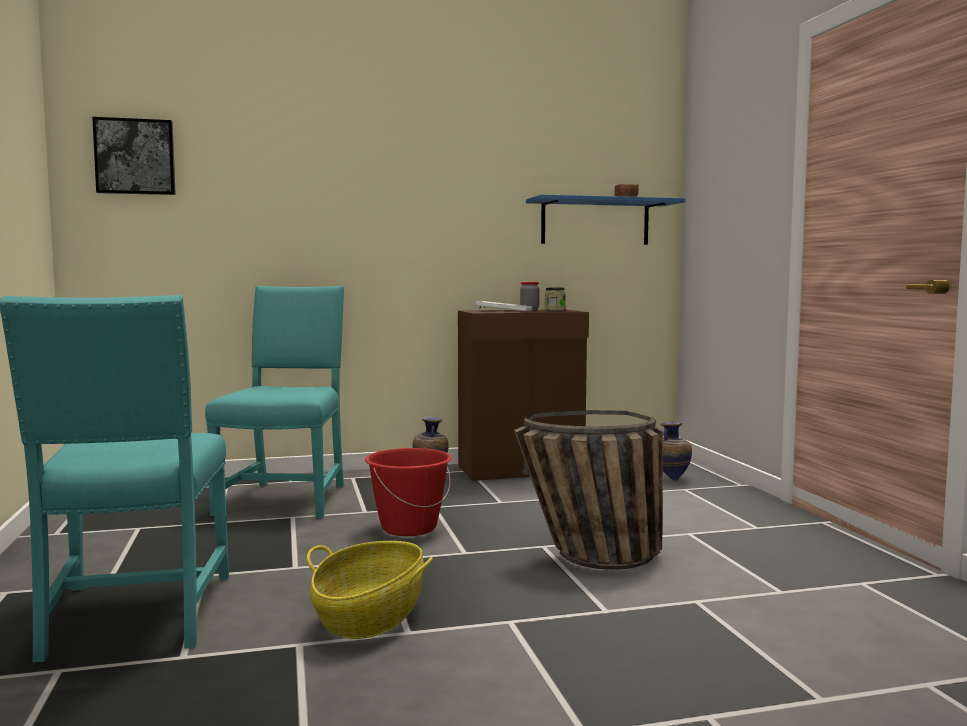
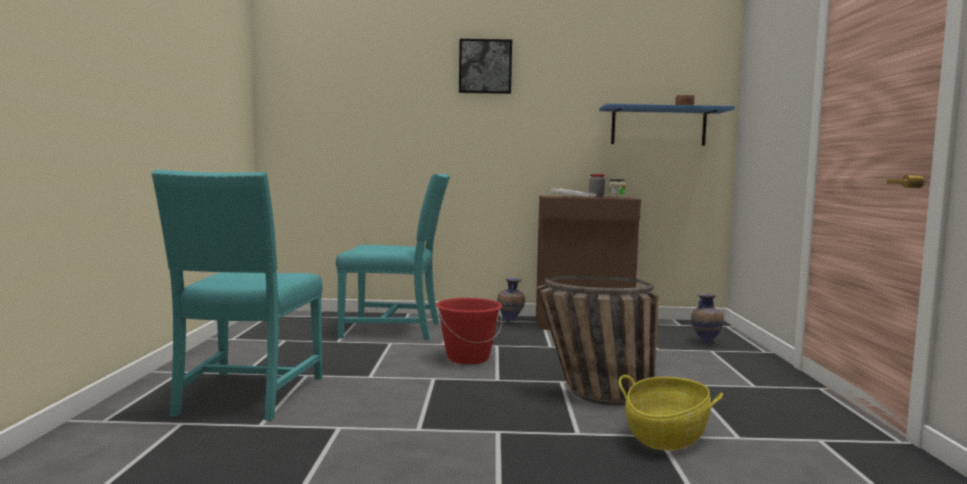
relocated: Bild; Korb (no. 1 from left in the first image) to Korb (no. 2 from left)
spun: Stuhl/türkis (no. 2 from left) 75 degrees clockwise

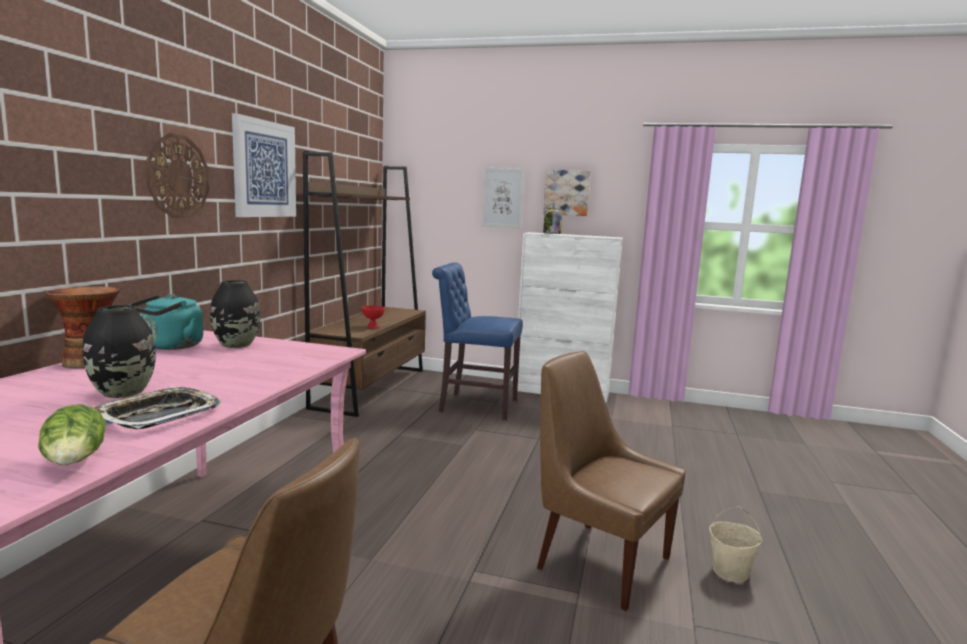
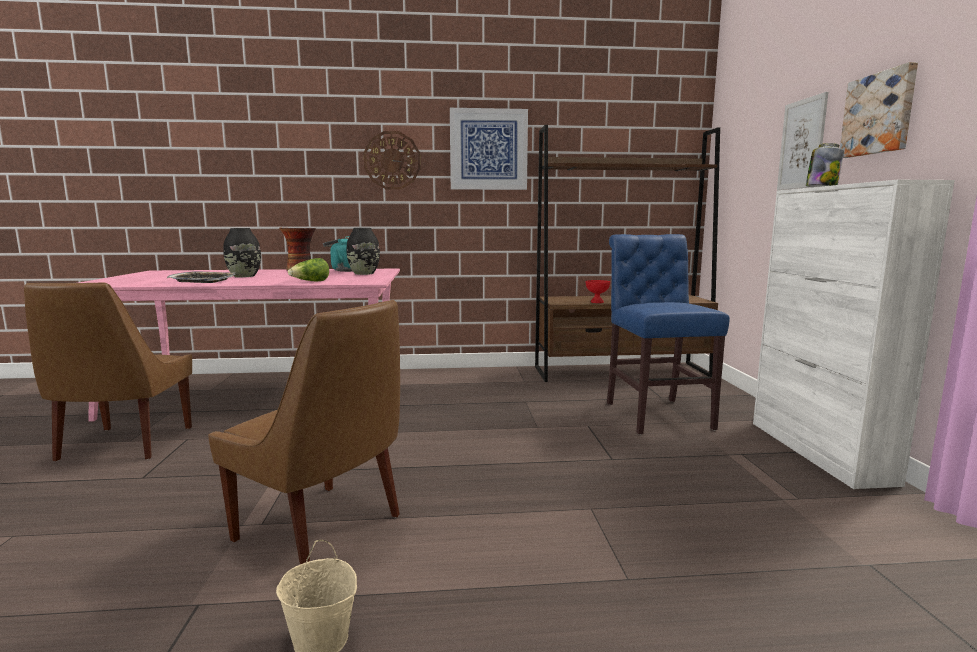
relocated: Salatkopf
spun: Stuhl/braun (no. 2 from left) 105 degrees clockwise

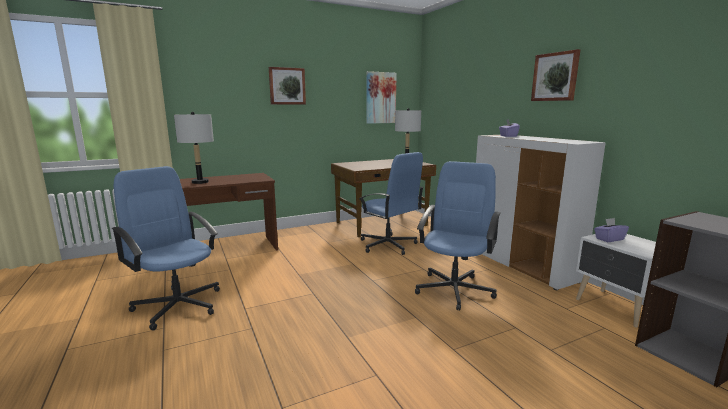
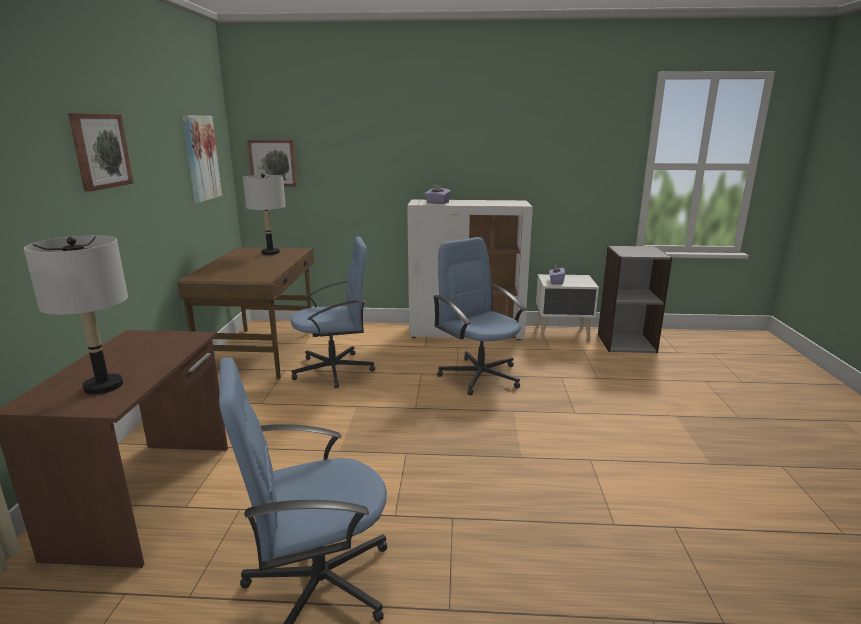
relocated: Bild (no. 3 from left)

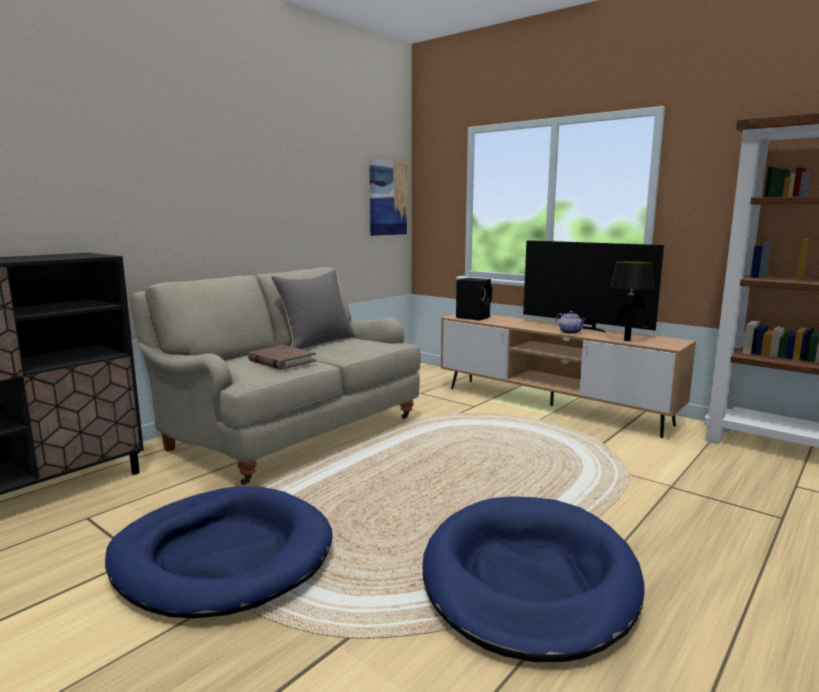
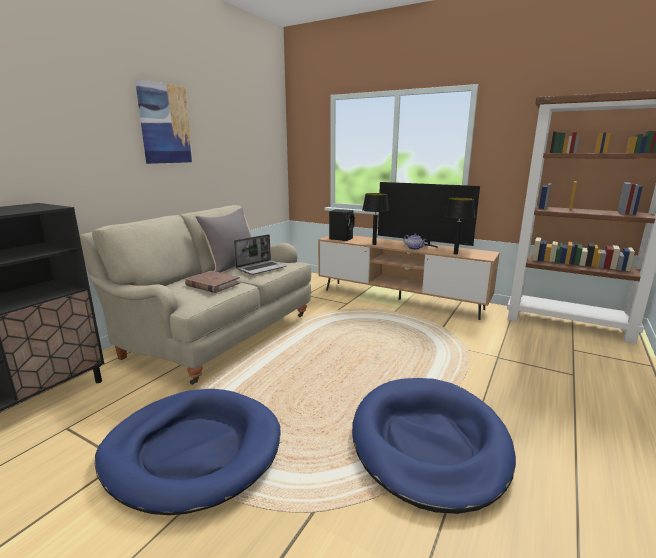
appeared: Tischlampe/schwarz (no. 1 from left); Laptop
relocated: Bild

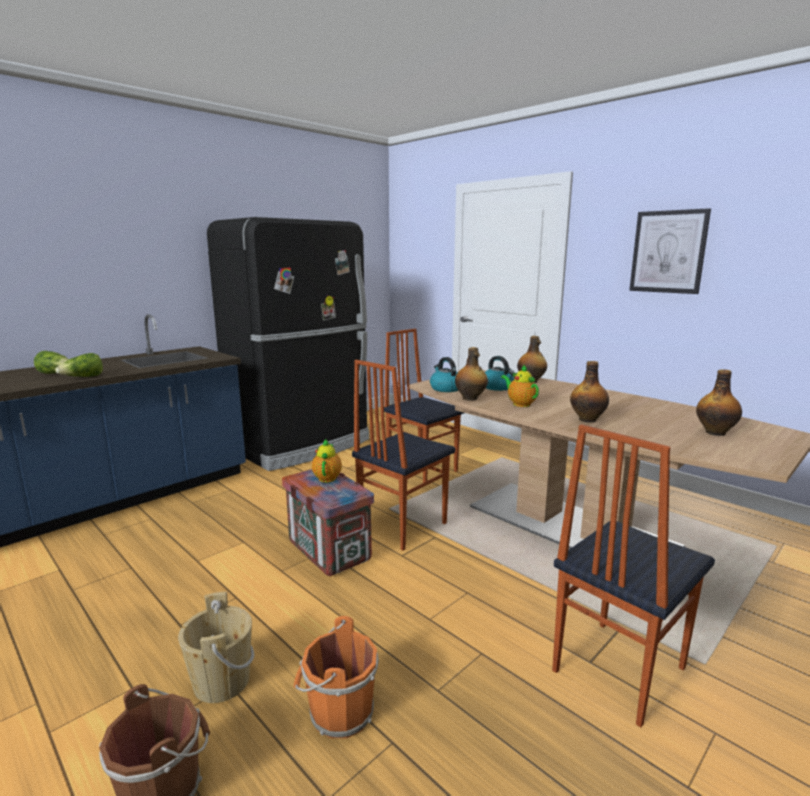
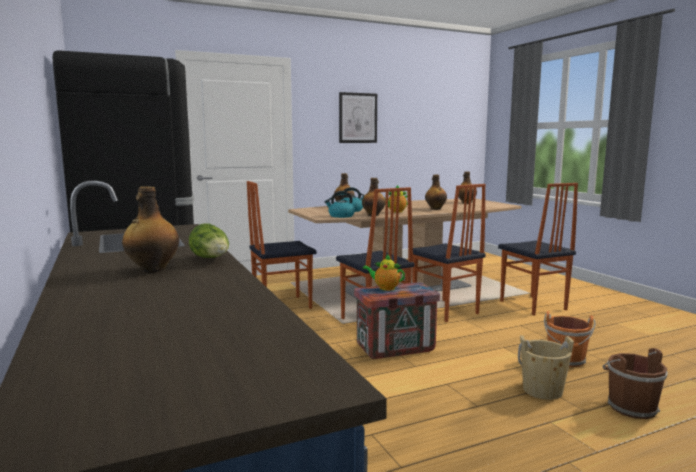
appeared: Stuhl (no. 3 from left)
exchanged: Salatkopf (no. 1 from left) to Flasche (no. 1 from left)

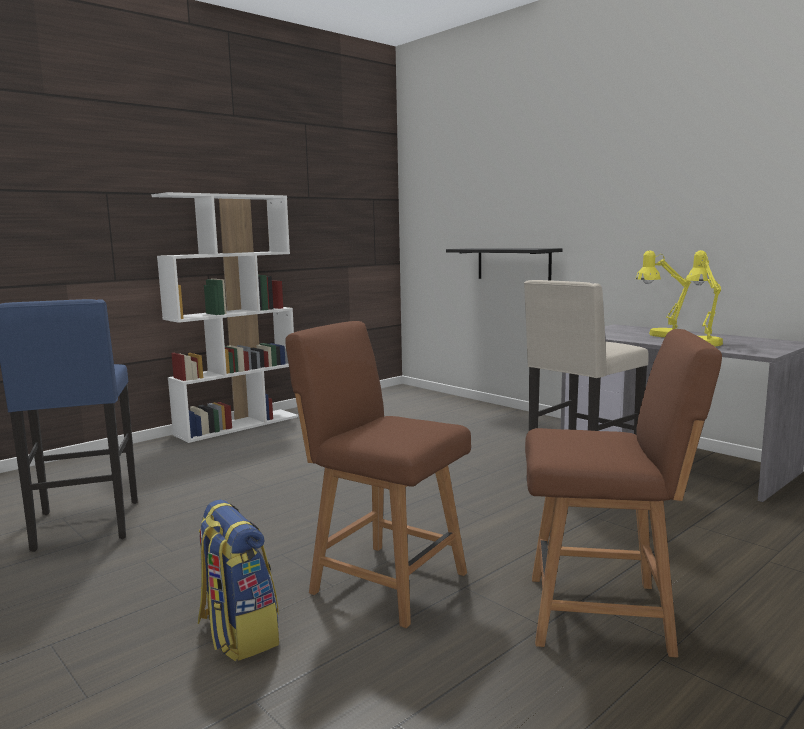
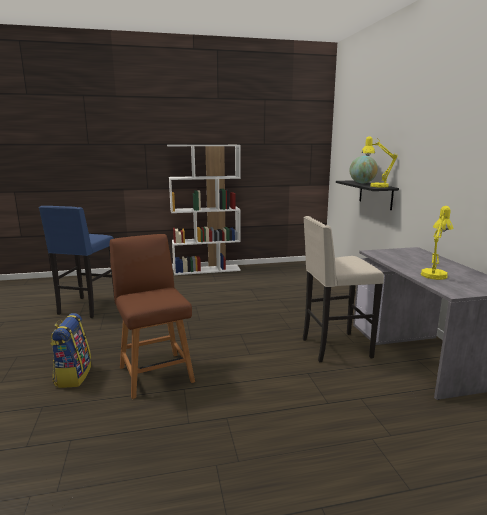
missing: Stuhl/braun (no. 2 from left)
appeared: Globus
relocated: Tischlampe/gelb (no. 1 from left)

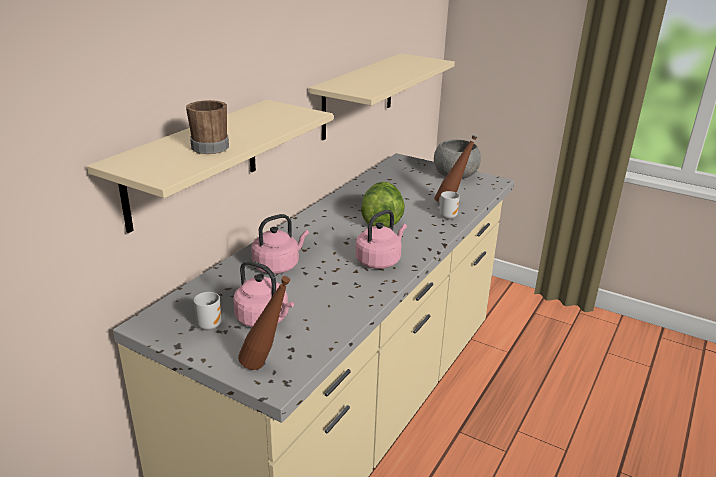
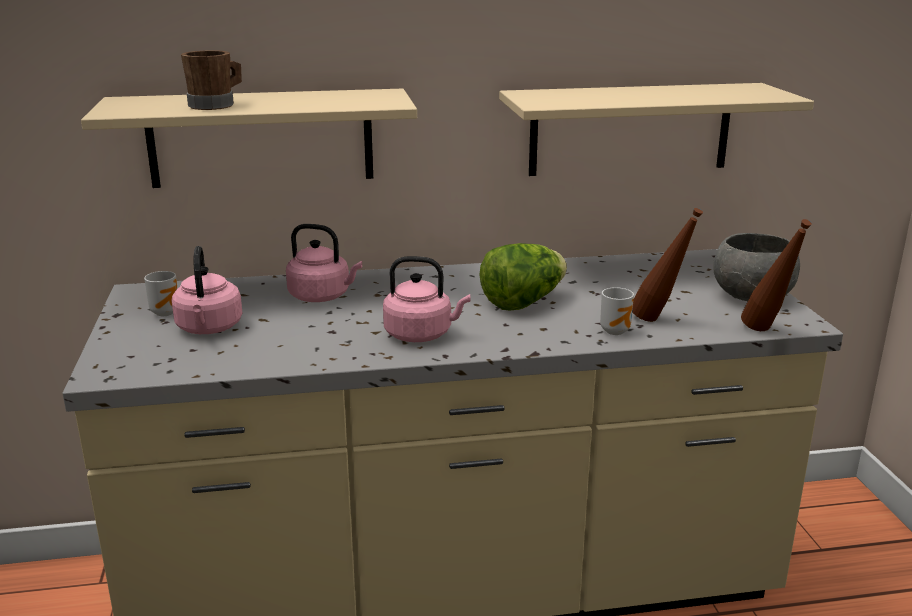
relocated: Flasche/braun (no. 1 from left in the first image) to Flasche/braun (no. 2 from left)

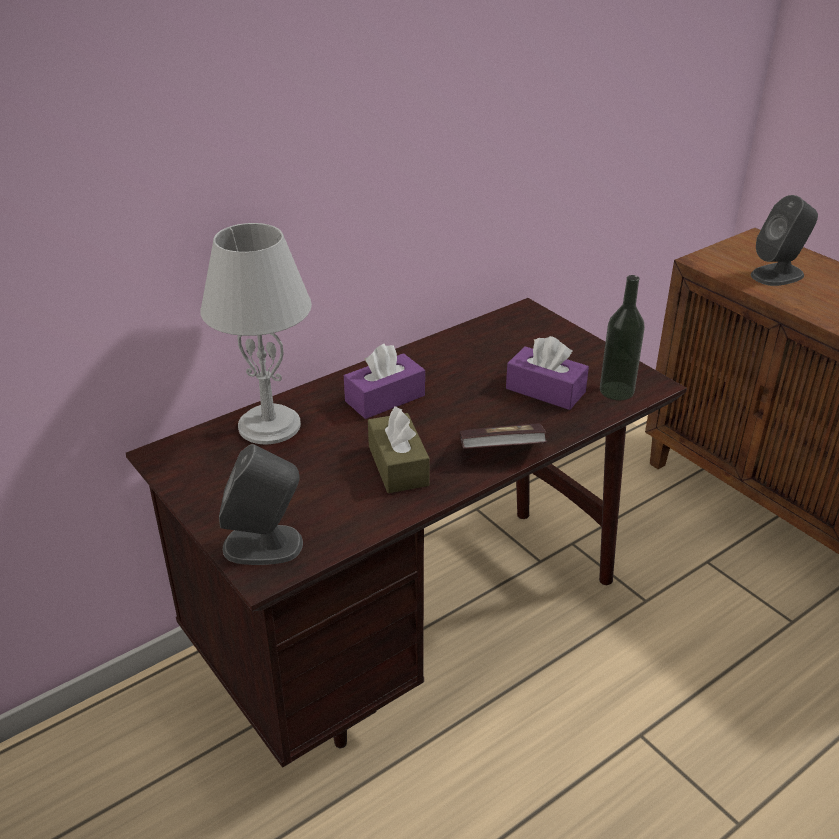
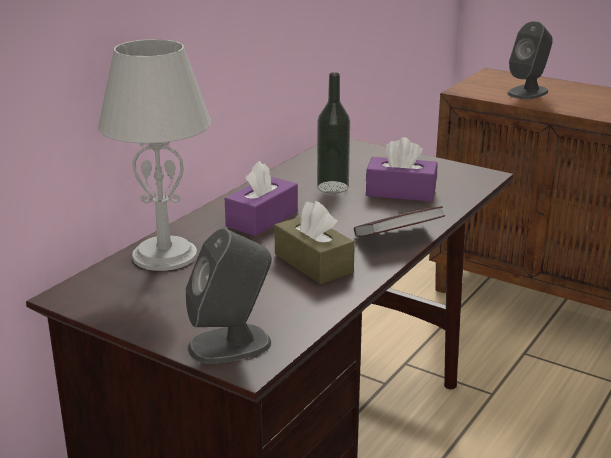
relocated: Flasche

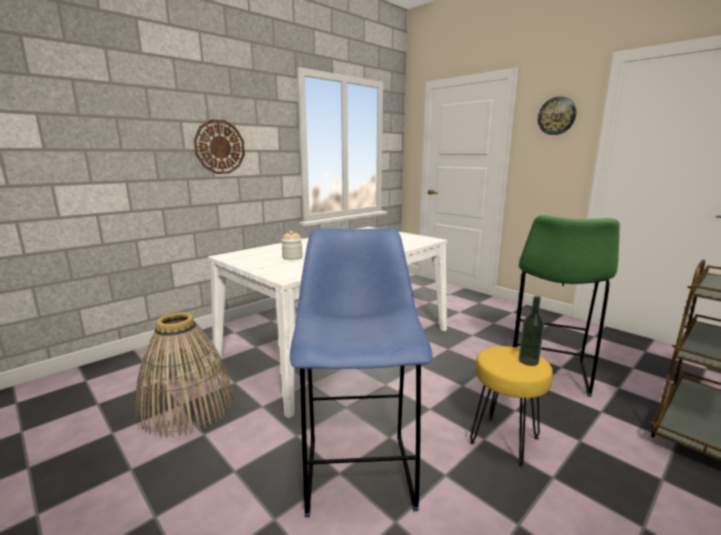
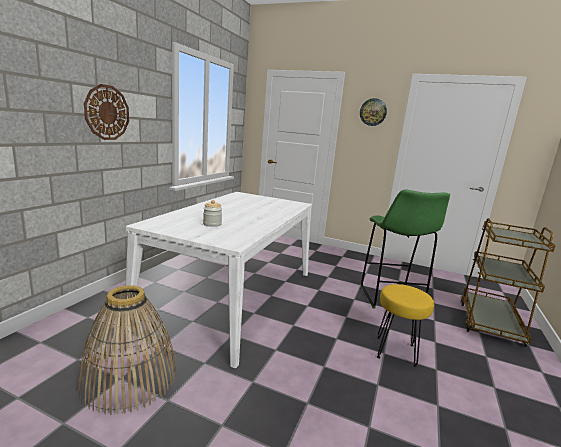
missing: Hocker/blau; Flasche

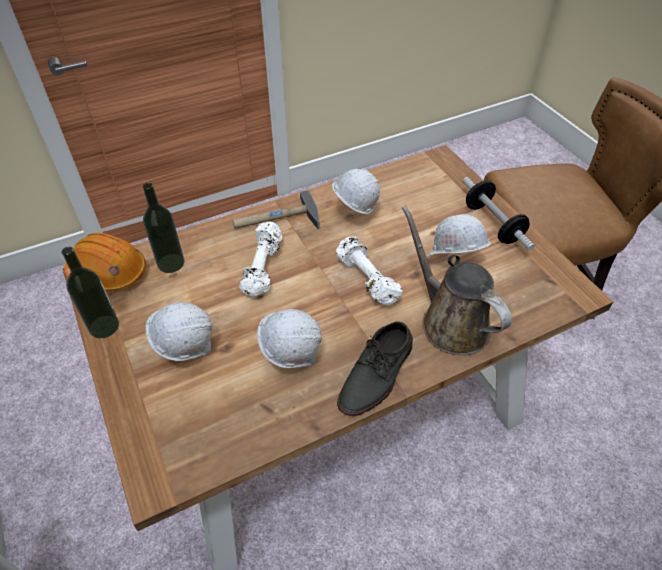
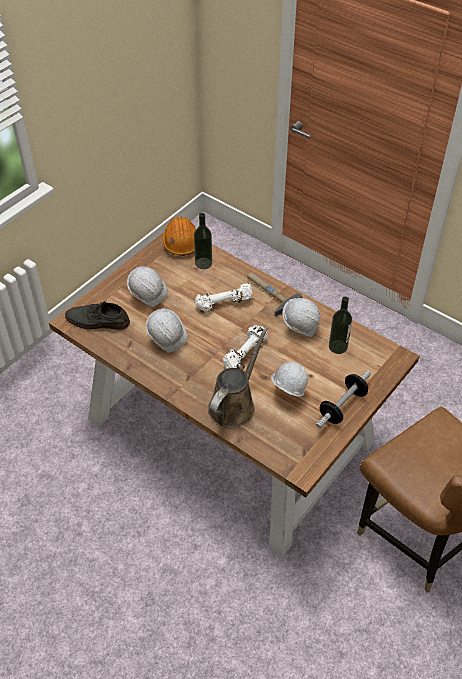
relocated: Flasche (no. 1 from left in the first image) to Flasche (no. 2 from left); Schuh/grau

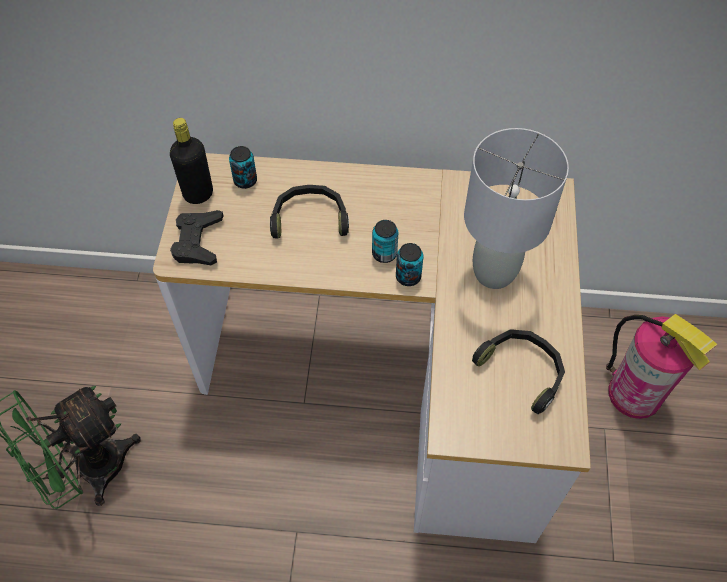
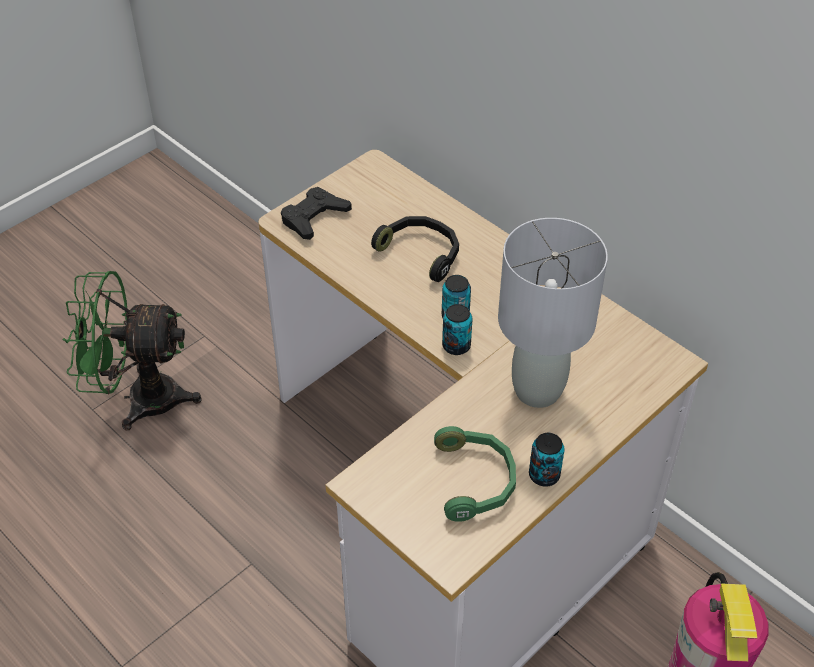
missing: Flasche/schwarz
relocated: Dose (no. 1 from left in the first image) to Dose (no. 3 from left)
colour: Kopfhörer/schwarz (no. 2 from left) to Kopfhörer/grün

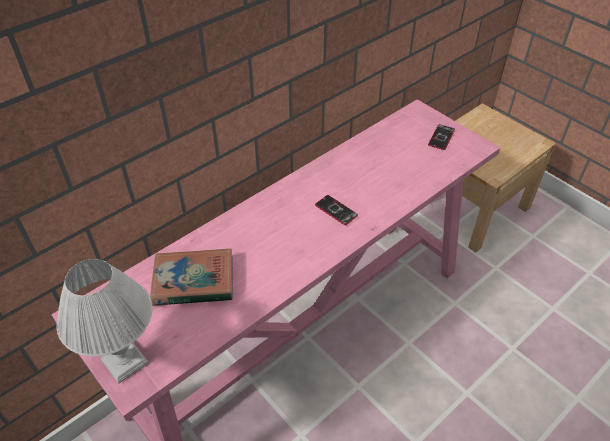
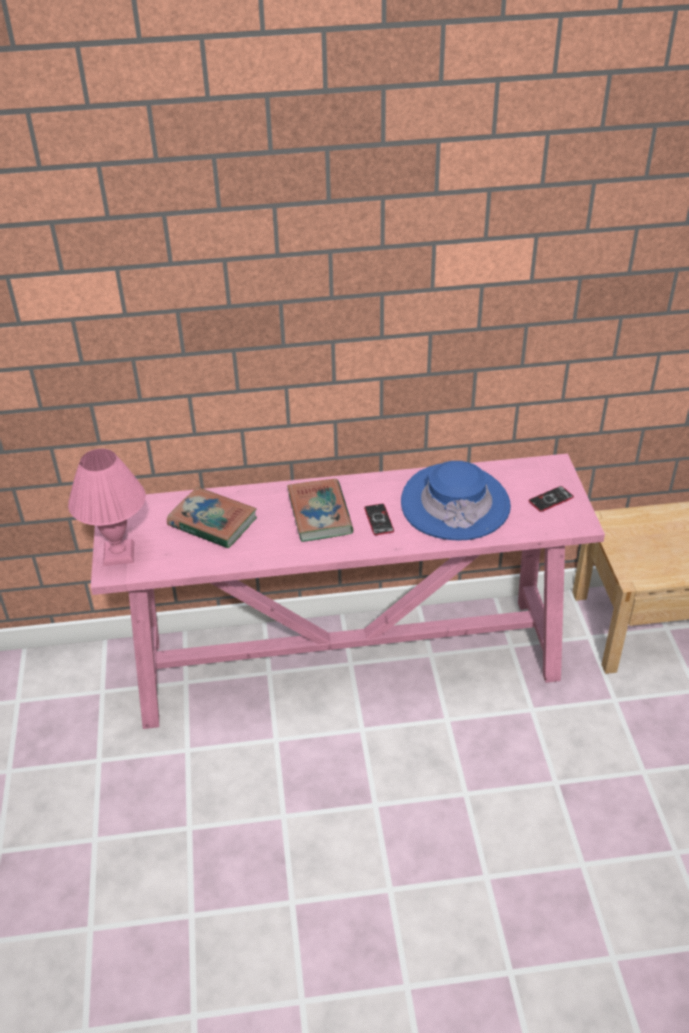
appeared: Hut/blau; Buch (no. 2 from left)
colour: Tischlampe/weiß to Tischlampe/rosa

